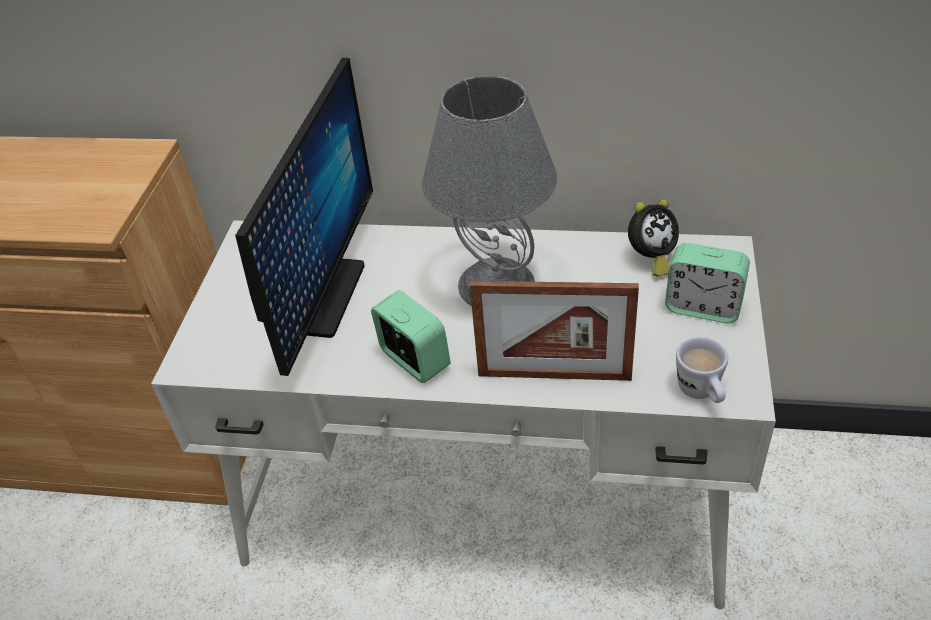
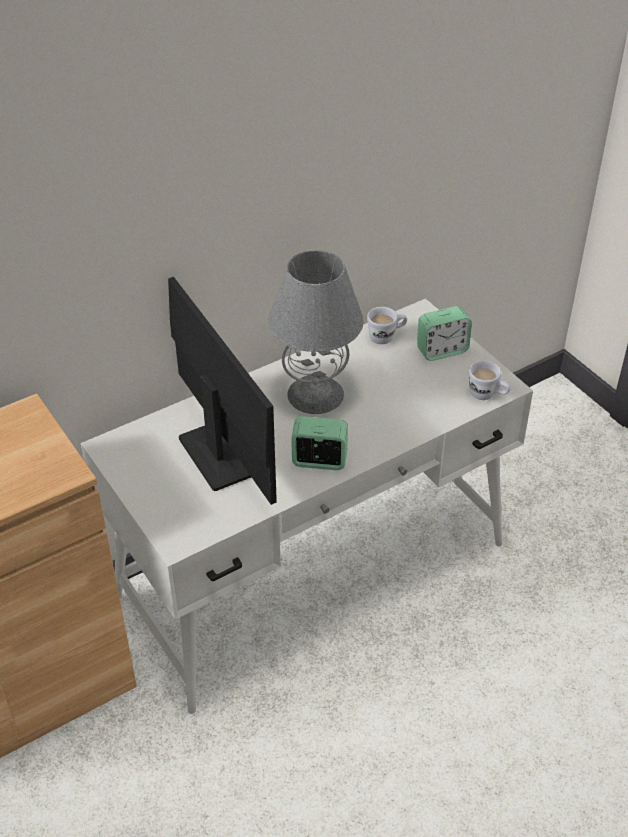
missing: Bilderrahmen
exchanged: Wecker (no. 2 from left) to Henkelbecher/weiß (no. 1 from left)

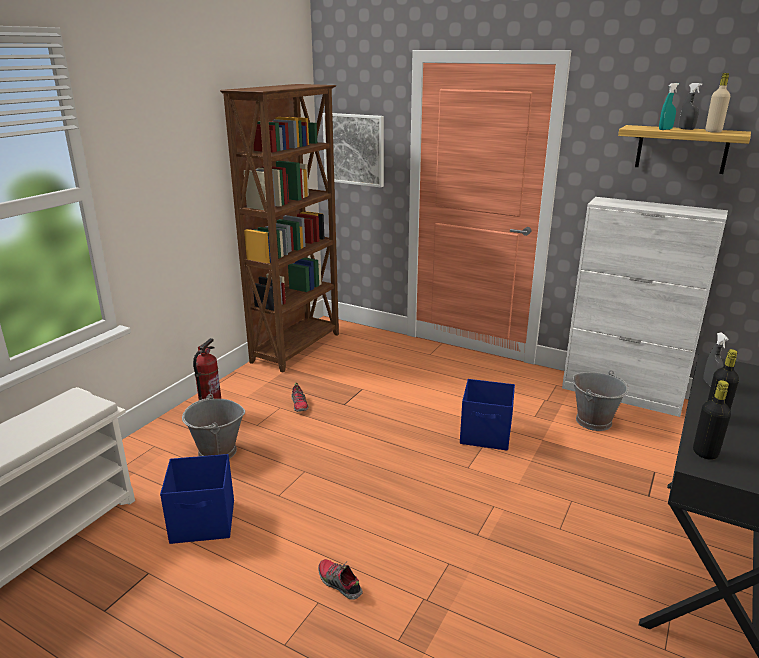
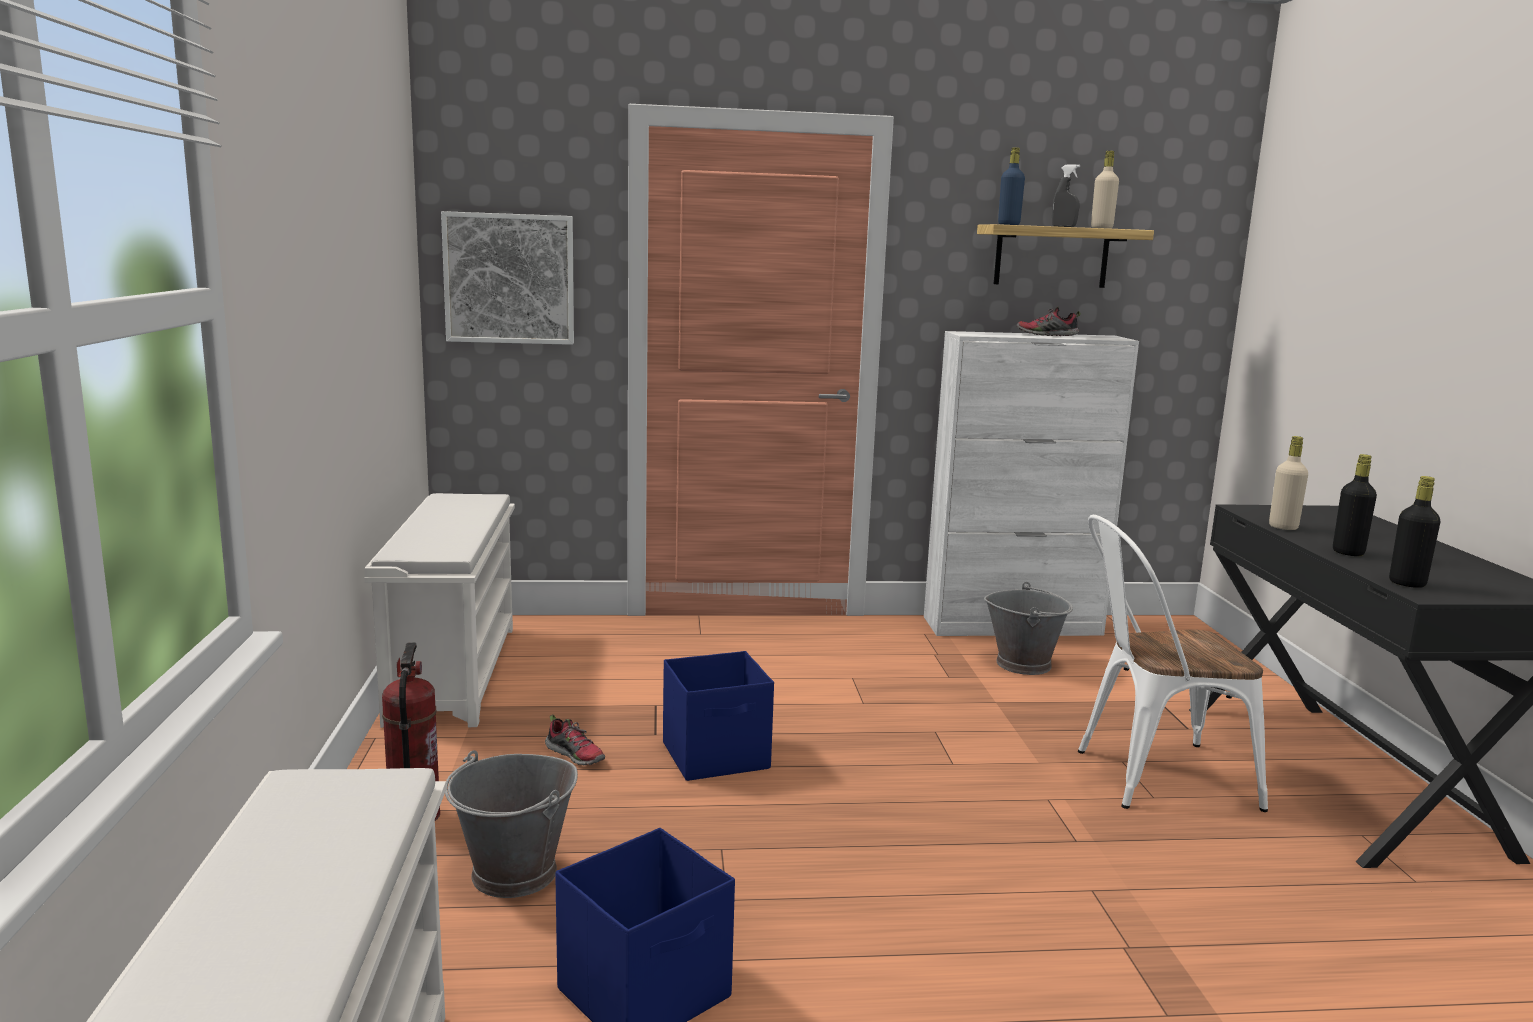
missing: Sprühflasche/türkis
appeared: Flasche/blau; Stuhl/weiß
relocated: Aufbewahrungsbox/blau (no. 2 from left); Schuh (no. 2 from left)
exchanged: Bücherregal/braun to Schuhregal/weiß (no. 2 from left); Sprühflasche/grau (no. 2 from left) to Flasche/beige (no. 2 from left)

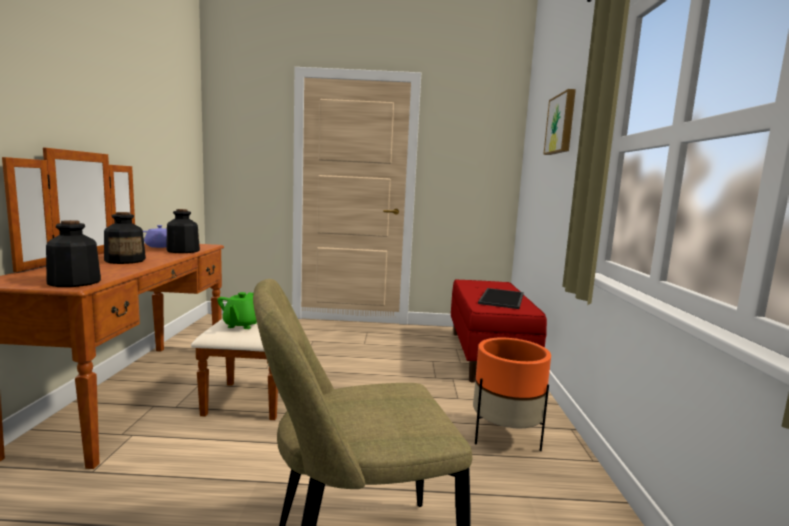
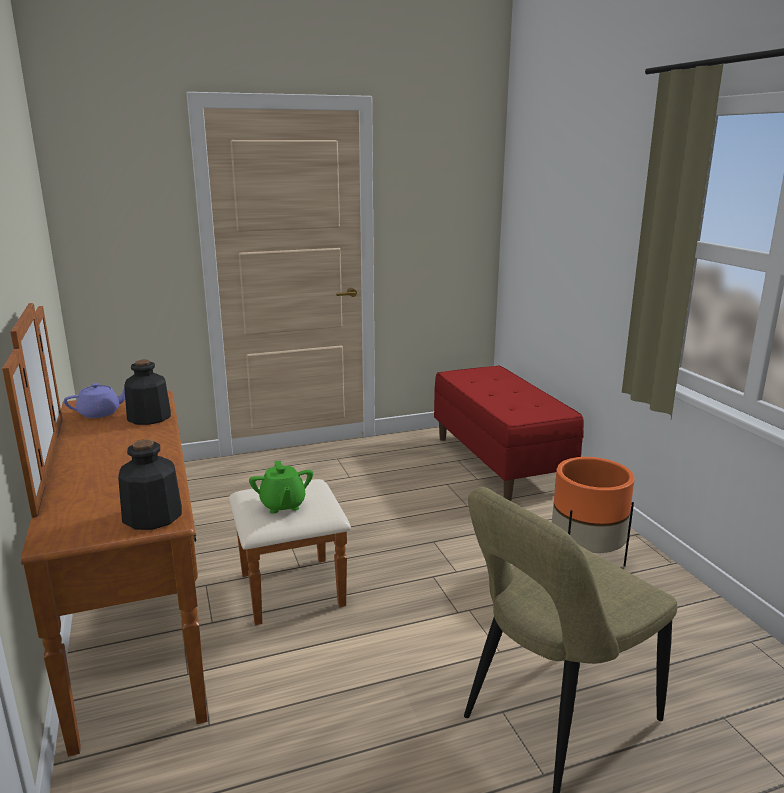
missing: Bild; Flasche (no. 2 from left); Tablett

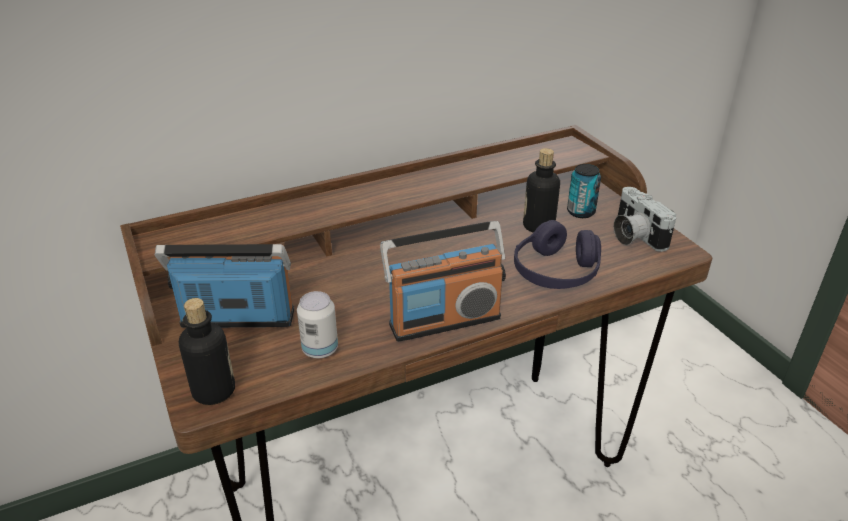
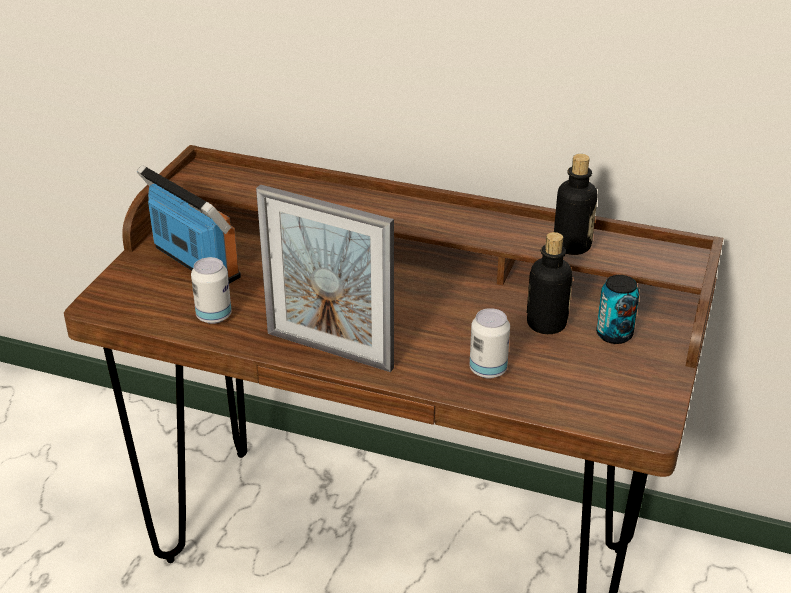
missing: Kamera
relocated: Flasche (no. 1 from left in the first image) to Flasche (no. 2 from left)
exchanged: Kopfhörer/lila to Dose (no. 2 from left); Radio (no. 2 from left) to Bilderrahmen

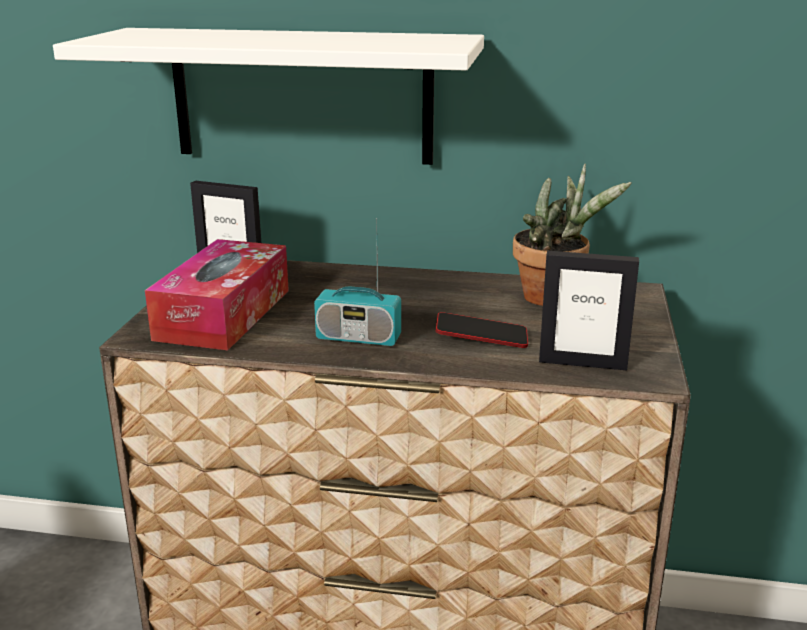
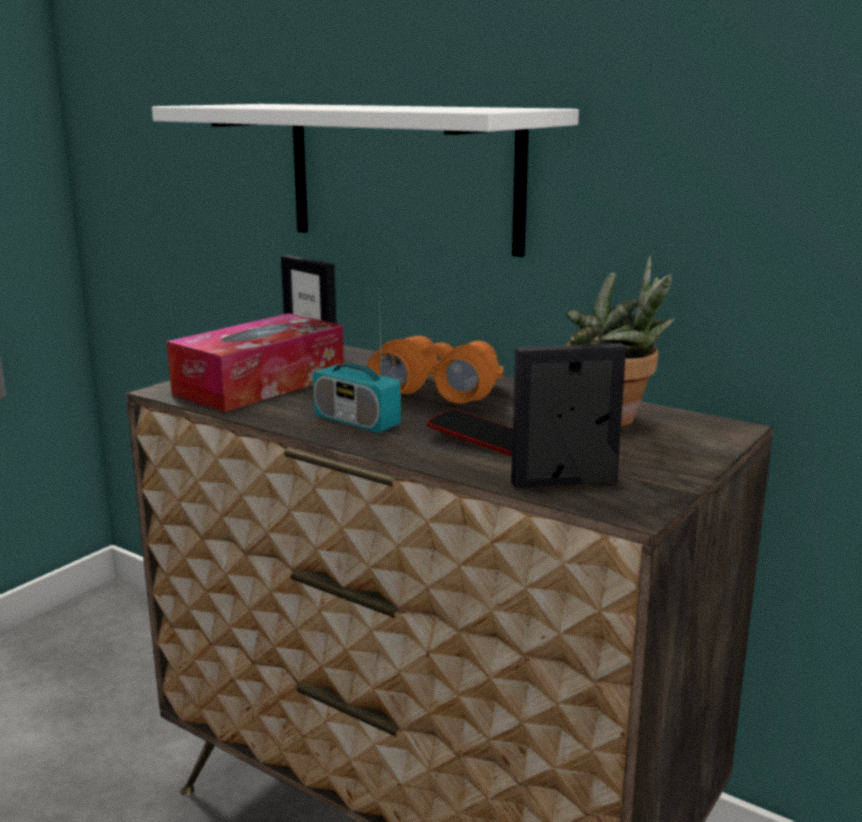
appeared: Fernglas/orange
spun: Bilderrahmen (no. 2 from left) 135 degrees clockwise

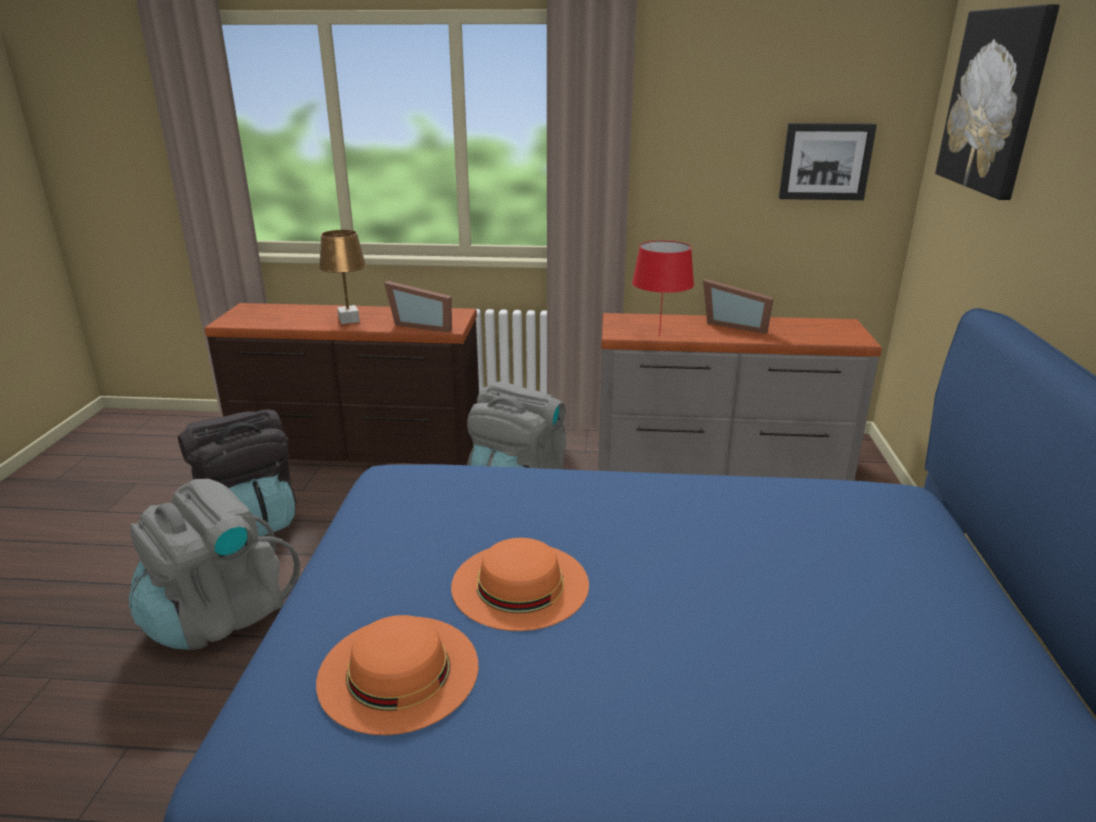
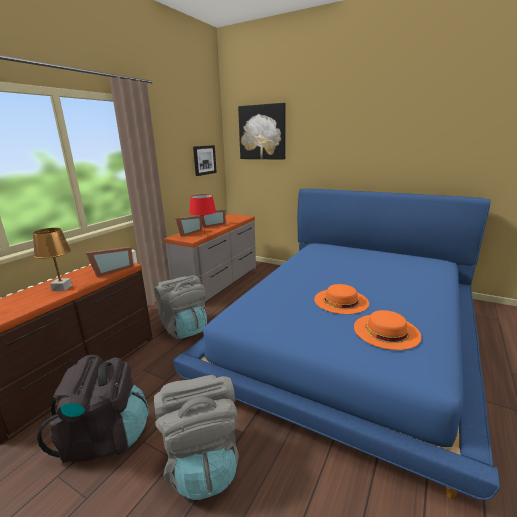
appeared: Bilderrahmen (no. 2 from left)

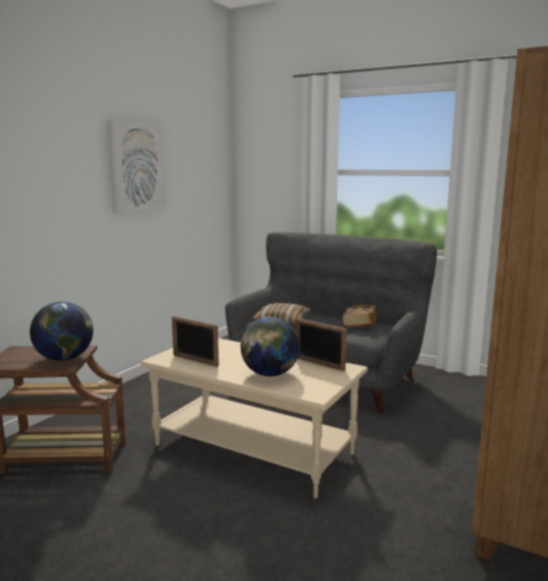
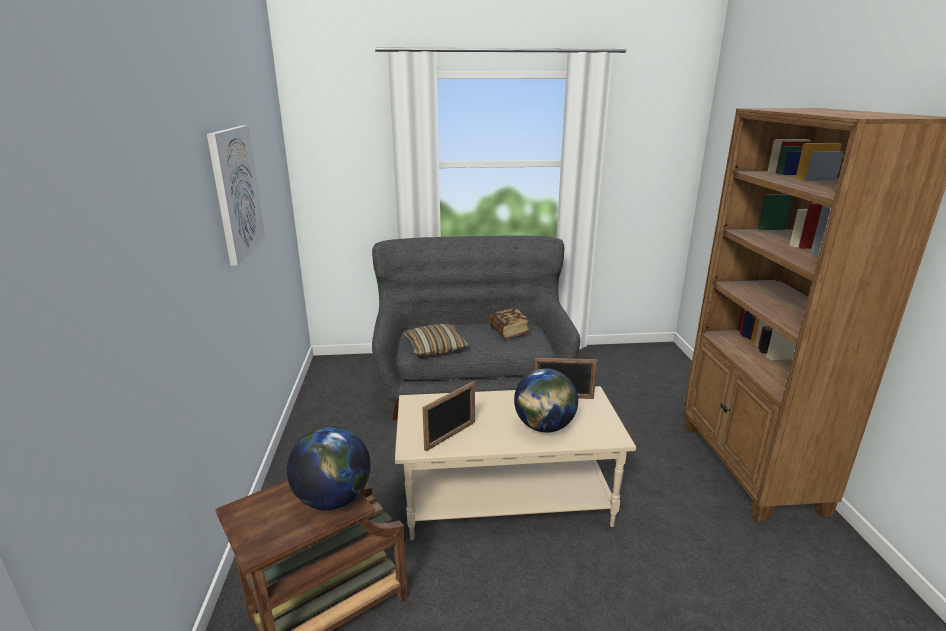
spun: Bilderrahmen (no. 1 from left) 45 degrees counterclockwise

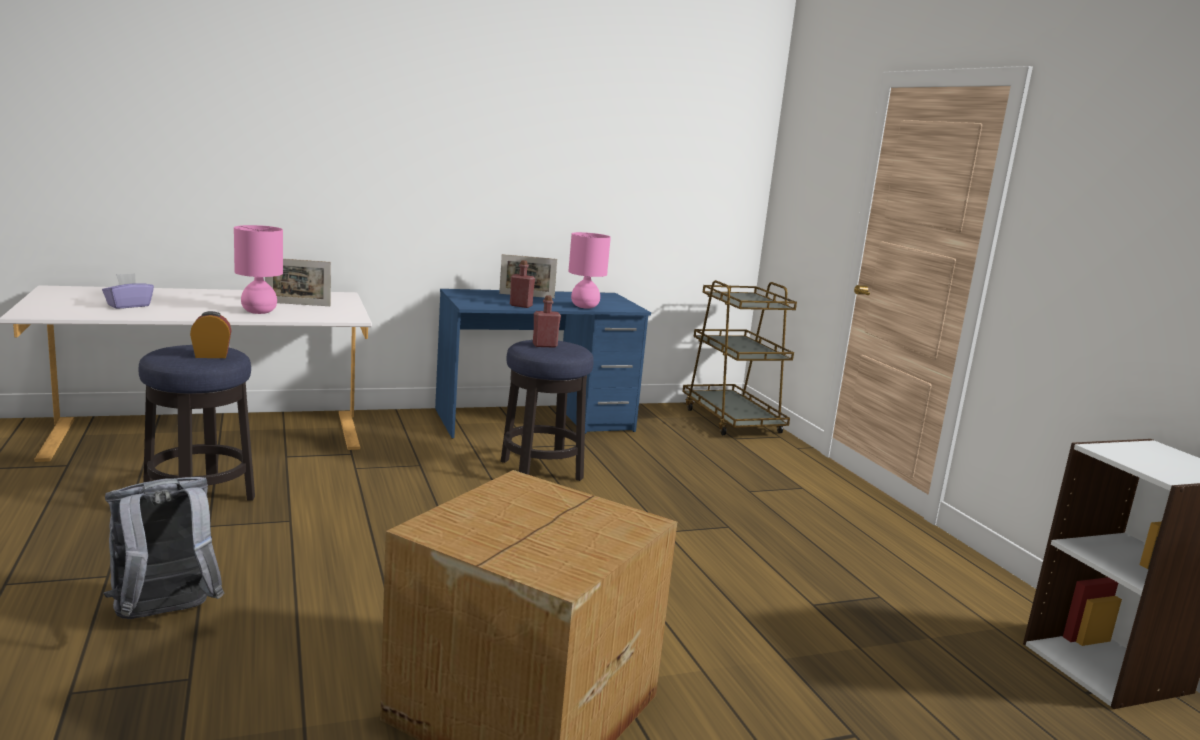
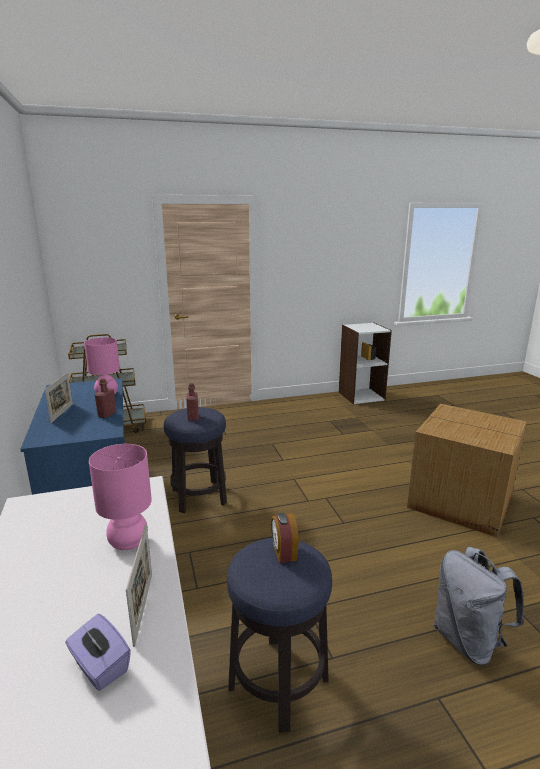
relocated: Bilderrahmen (no. 1 from left in the first image) to Bilderrahmen (no. 2 from left)

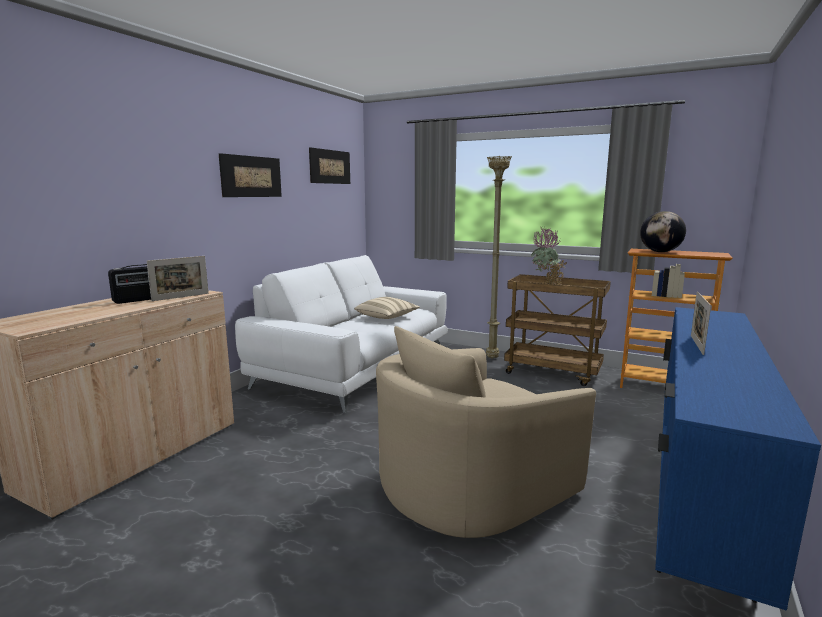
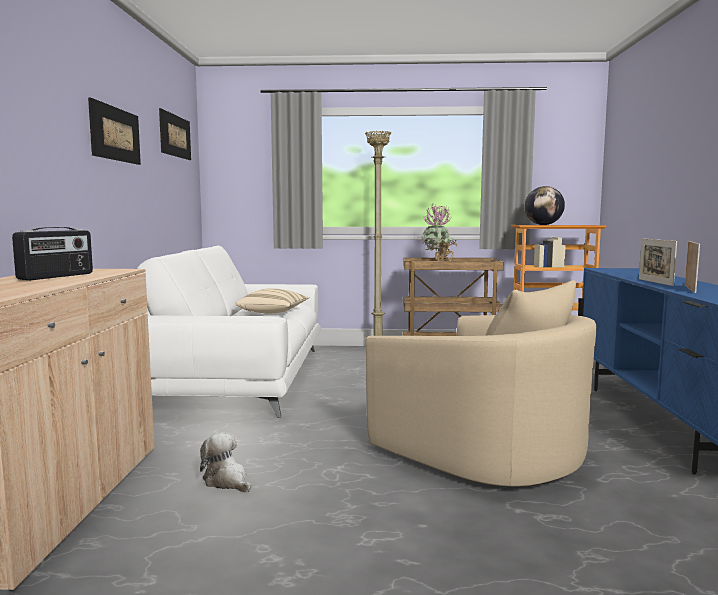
appeared: Plüschtier
relocated: Bilderrahmen (no. 1 from left in the first image) to Bilderrahmen (no. 2 from left)
spun: Sessel/beige 75 degrees counterclockwise

